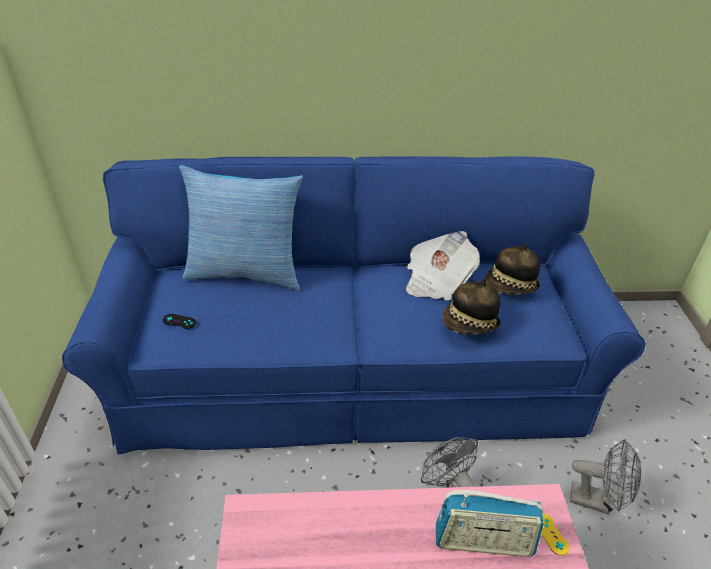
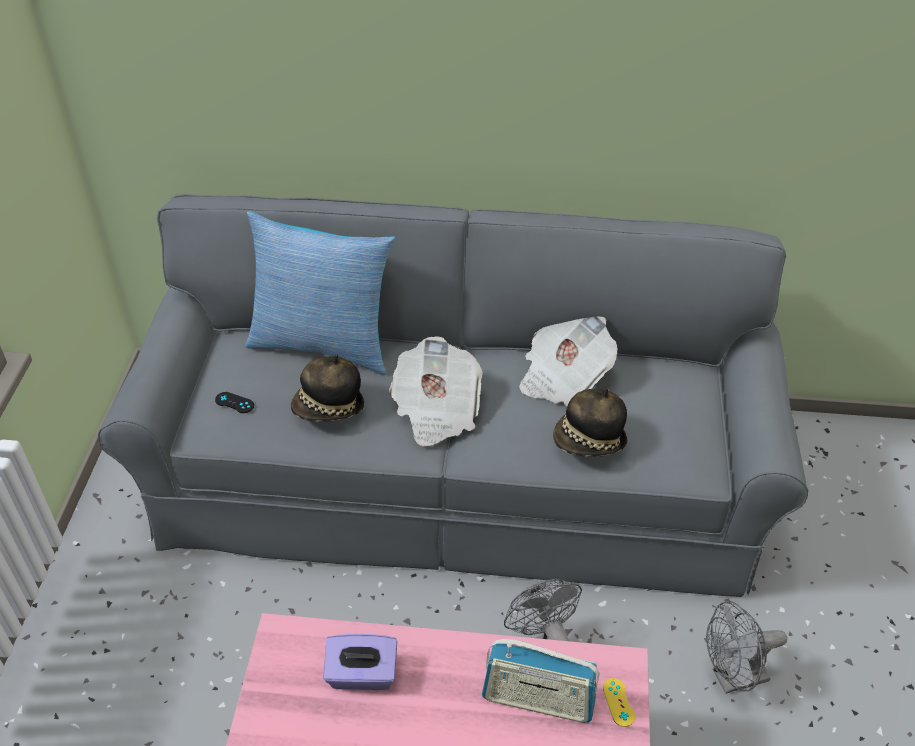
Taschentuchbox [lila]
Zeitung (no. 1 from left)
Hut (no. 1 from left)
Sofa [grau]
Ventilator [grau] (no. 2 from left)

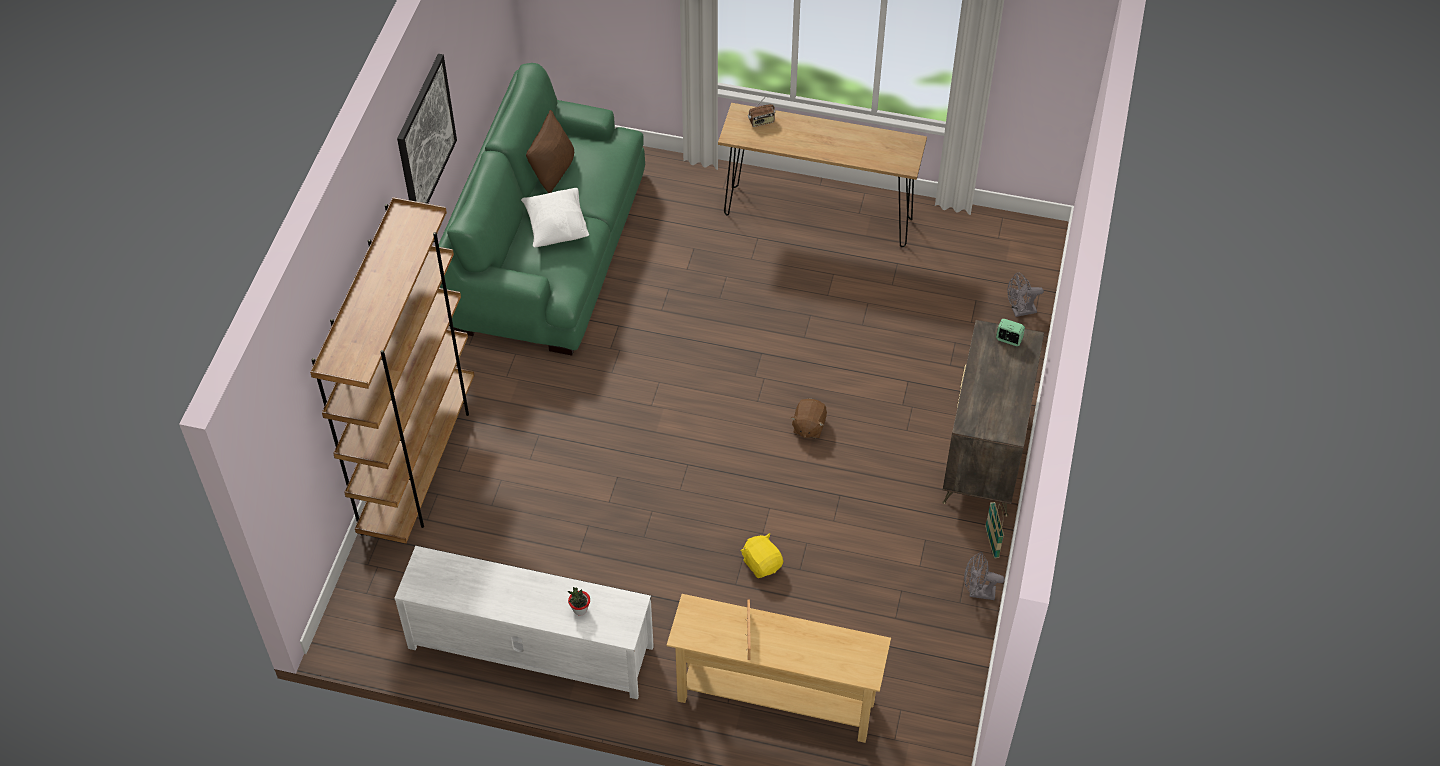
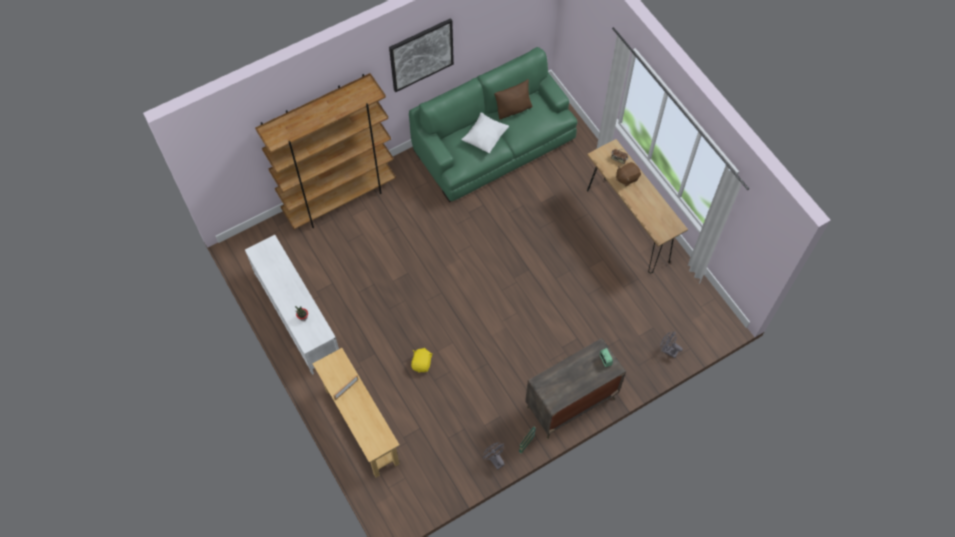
Plüschtier [braun]

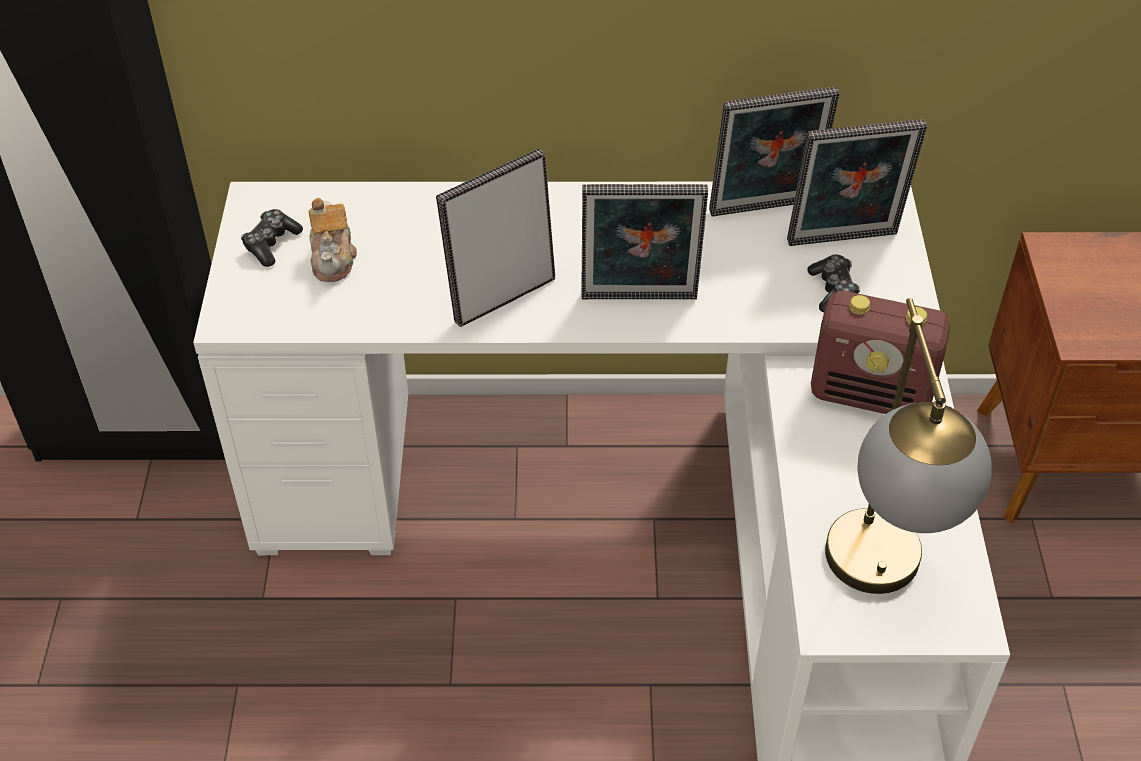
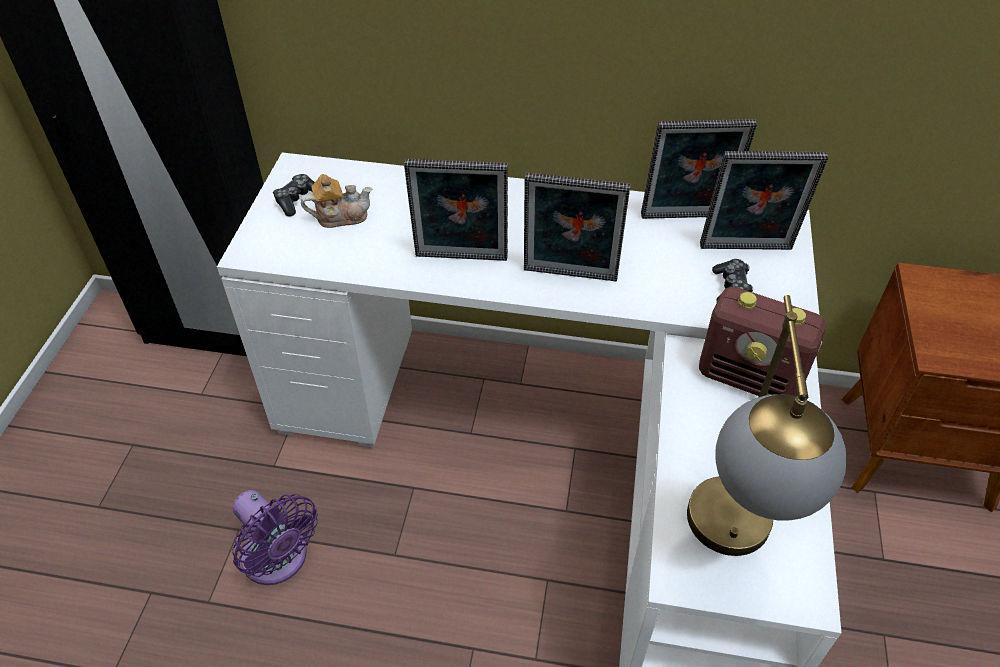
Ventilator [lila]
Teekanne
Bilderrahmen (no. 1 from left)

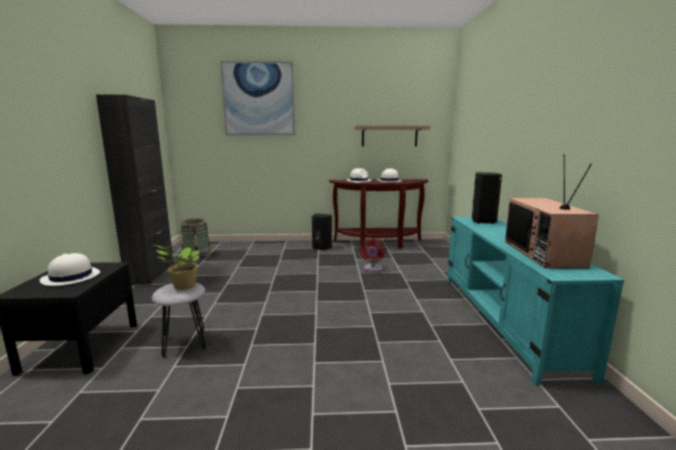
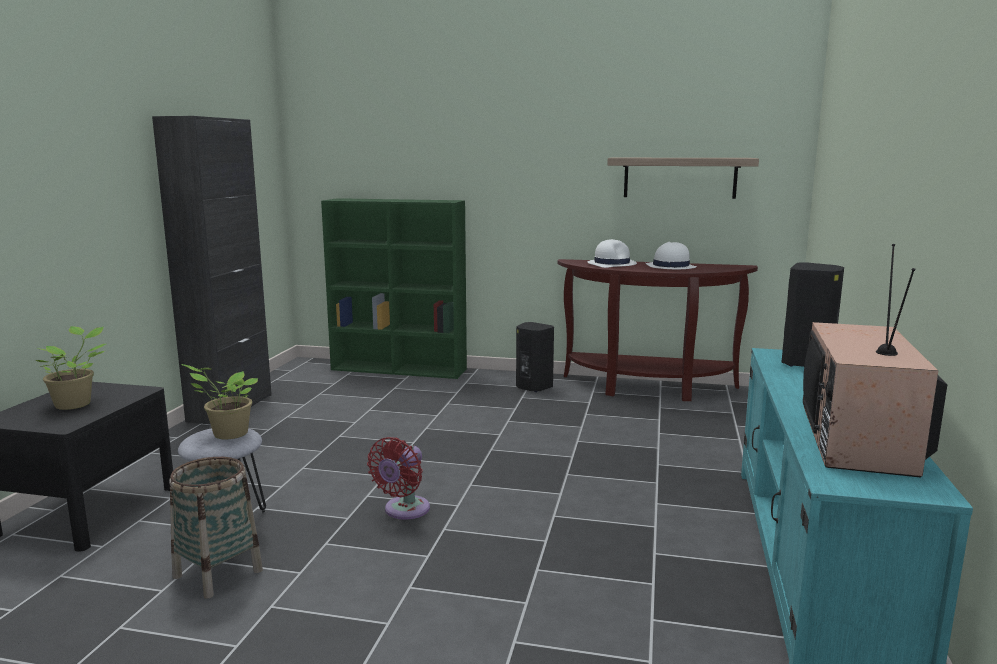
Bild
Bücherregal [grün]
Korb
Ventilator [rot]
Topfpflanze (no. 1 from left)

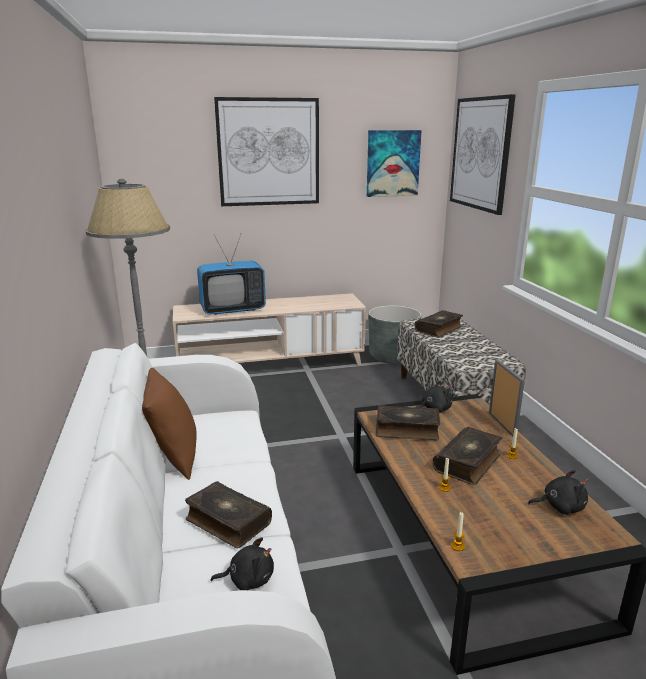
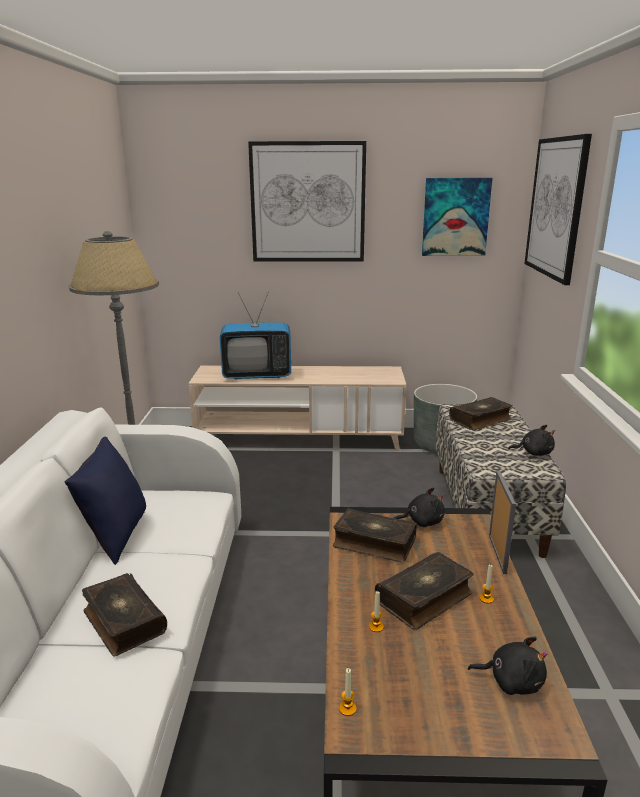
Plüschtier [schwarz] (no. 3 from left)
Kissen [blau]

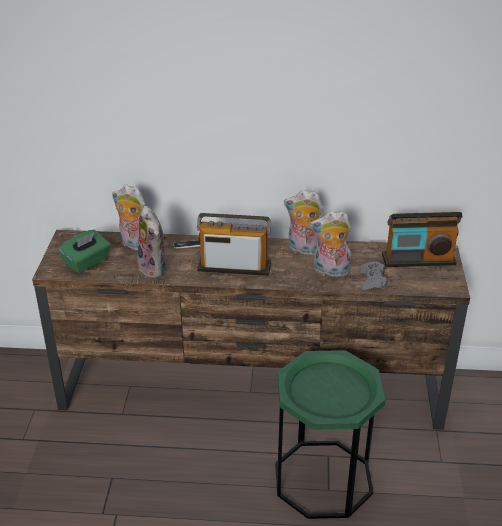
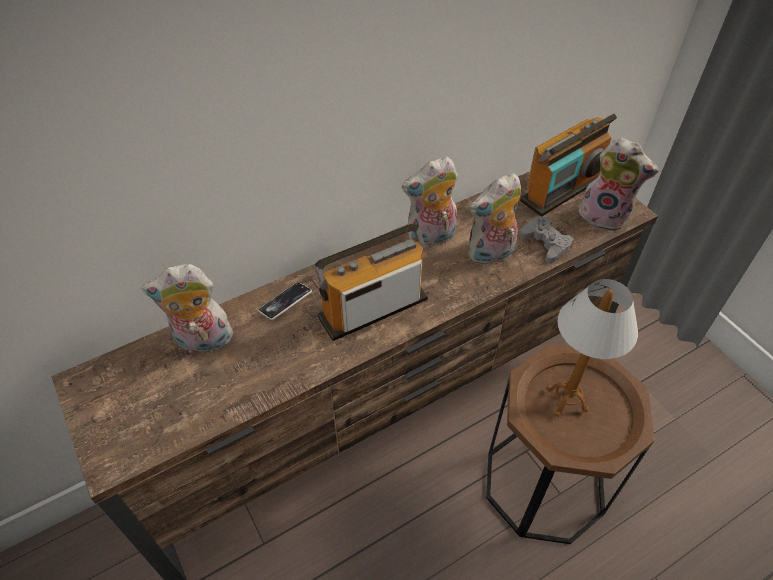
Taschentuchbox [grün]
Tischlampe
Plüschtier (no. 4 from left)
Beistelltisch [braun]

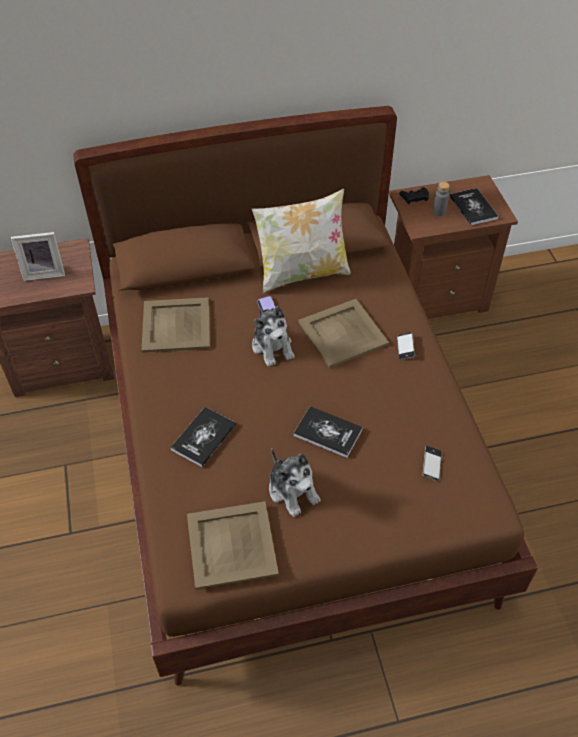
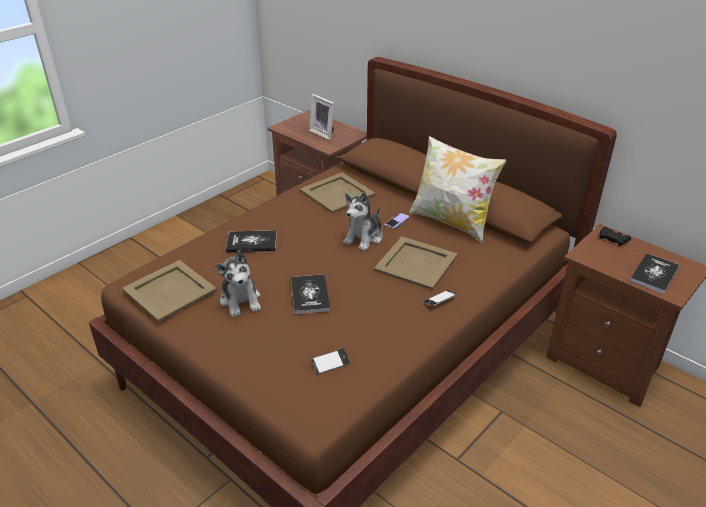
Flasche [grau]
Plüschtier (no. 1 from left)

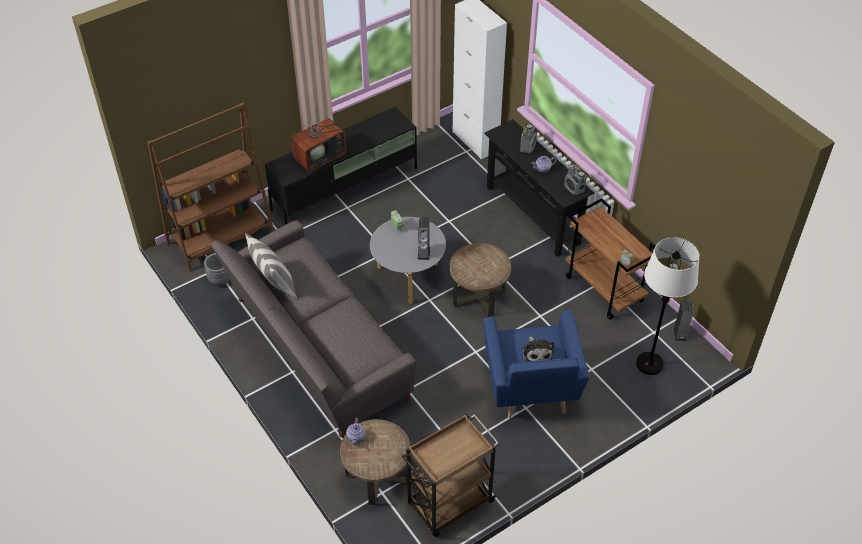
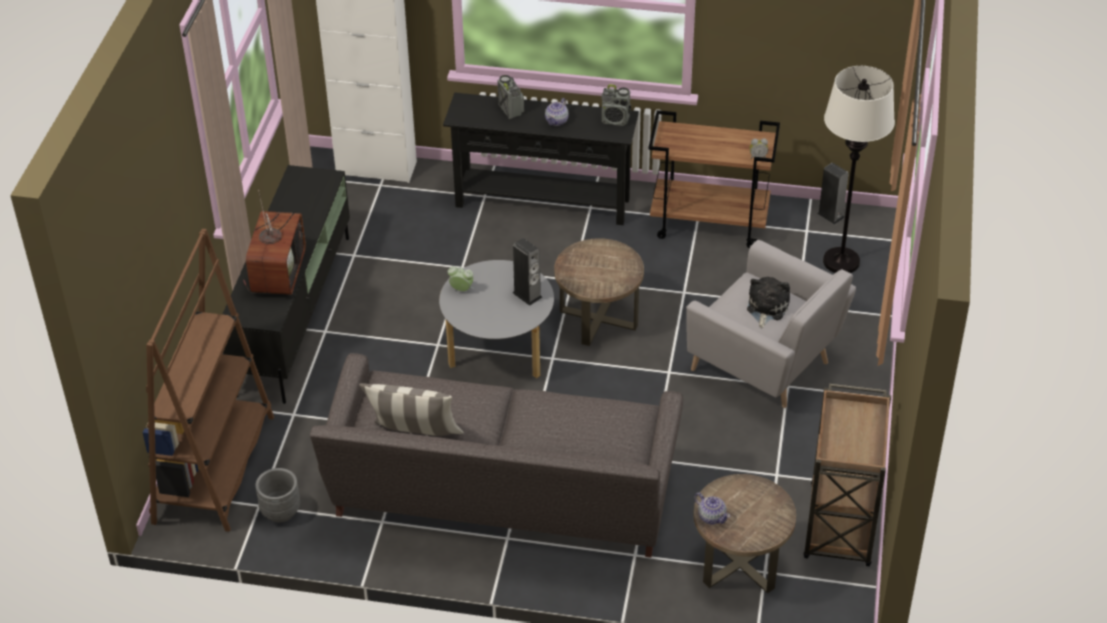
Sessel [grau]
Plüschtier

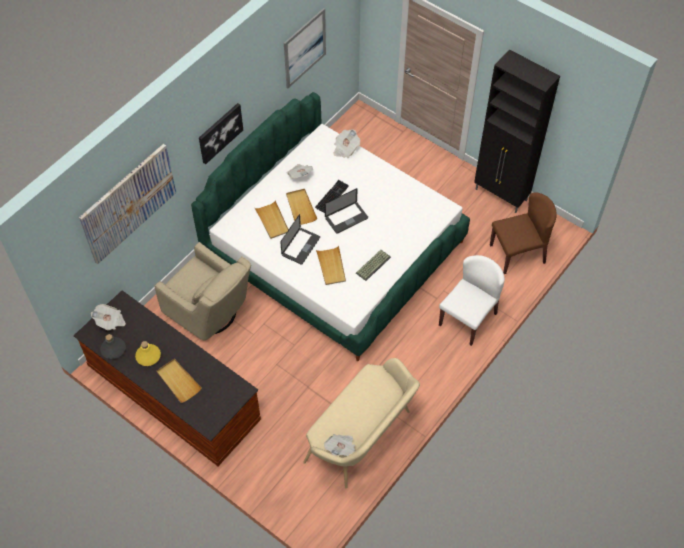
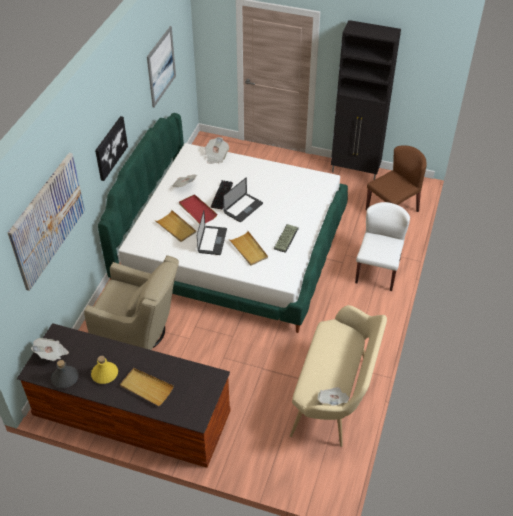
Tablett [rot]

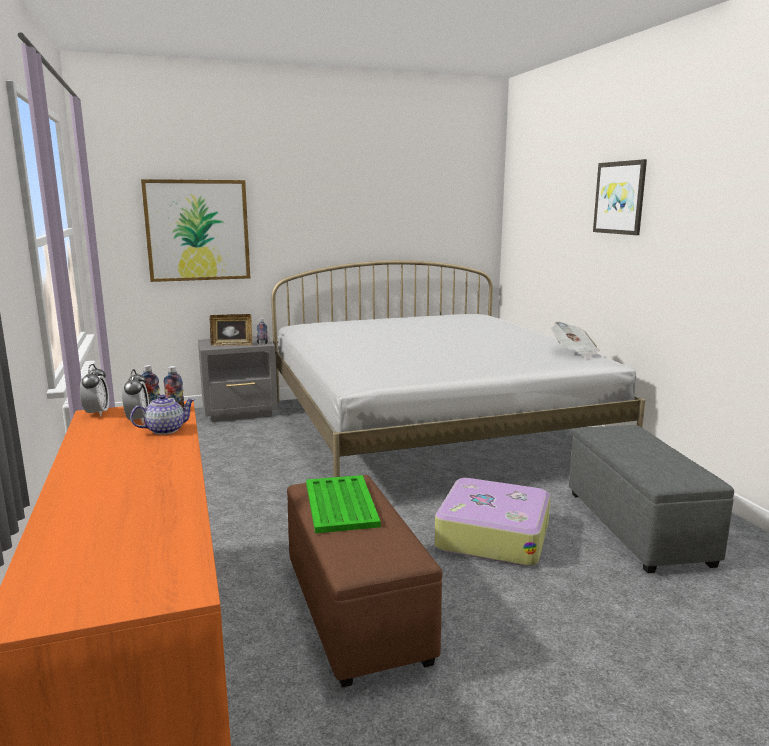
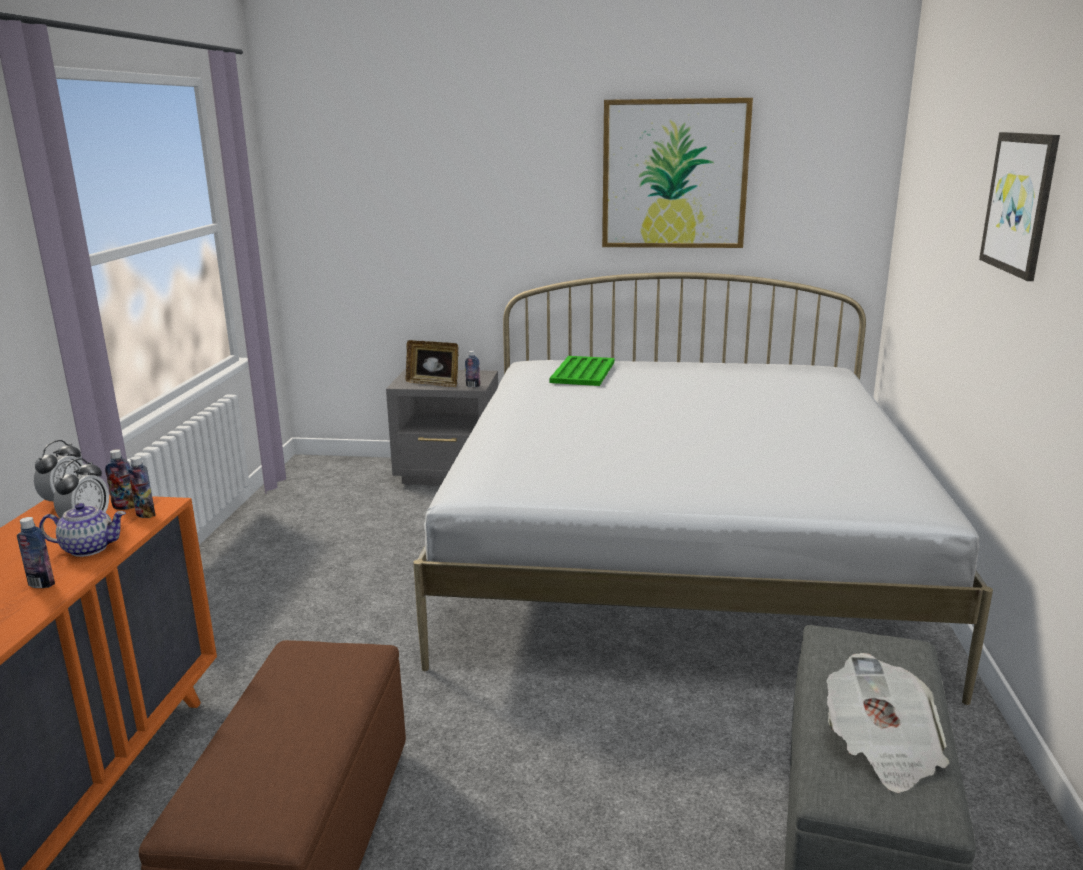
Koffer
Flasche (no. 1 from left)
Bild (no. 1 from left)
Tablett [grün]
Zeitung

